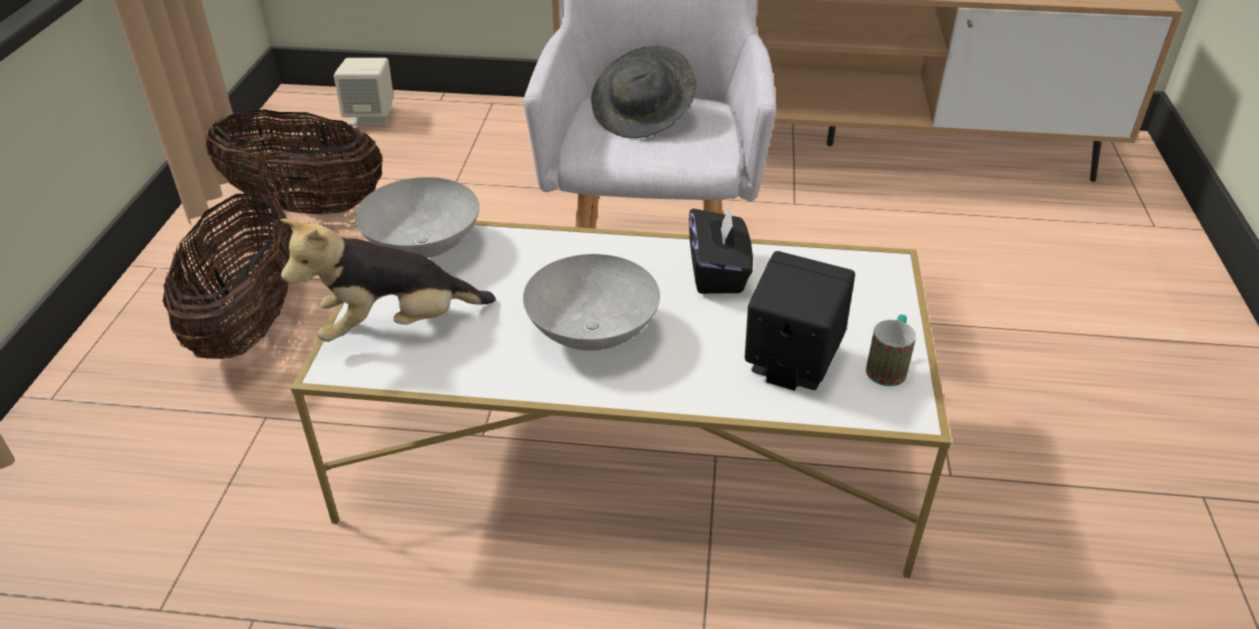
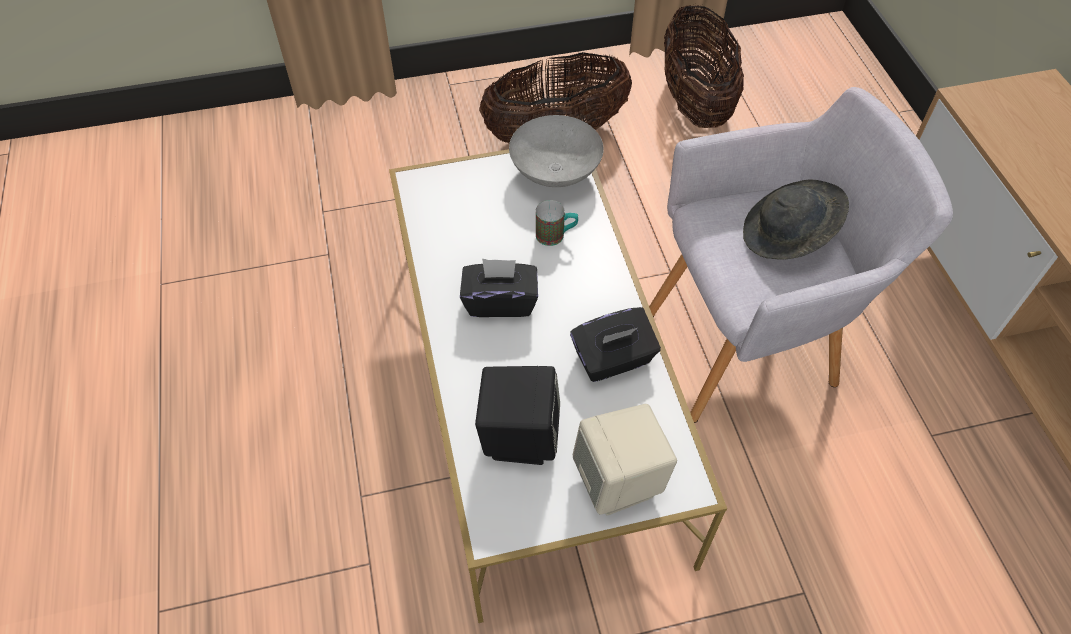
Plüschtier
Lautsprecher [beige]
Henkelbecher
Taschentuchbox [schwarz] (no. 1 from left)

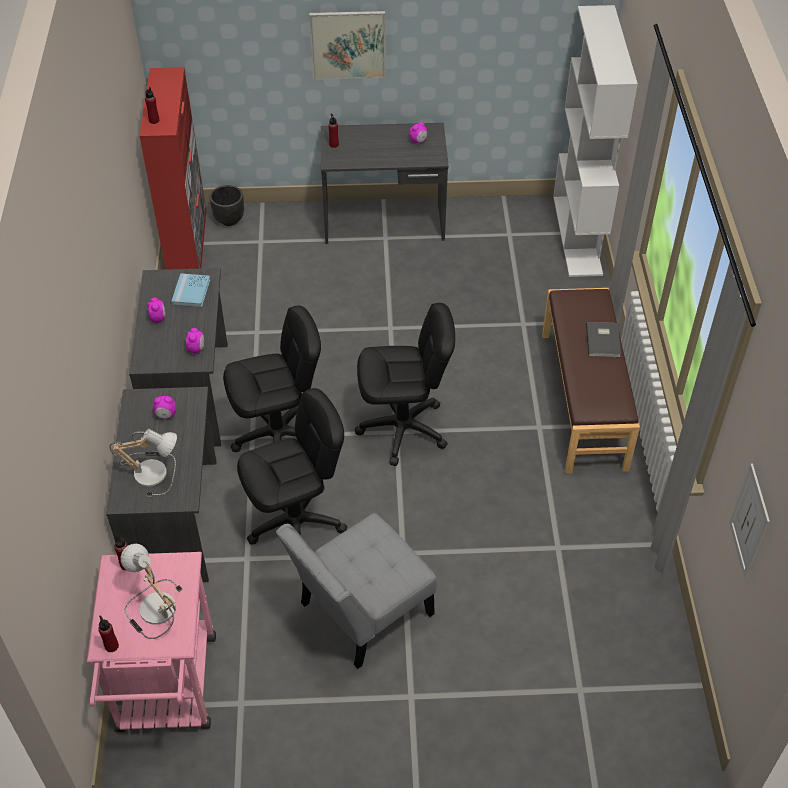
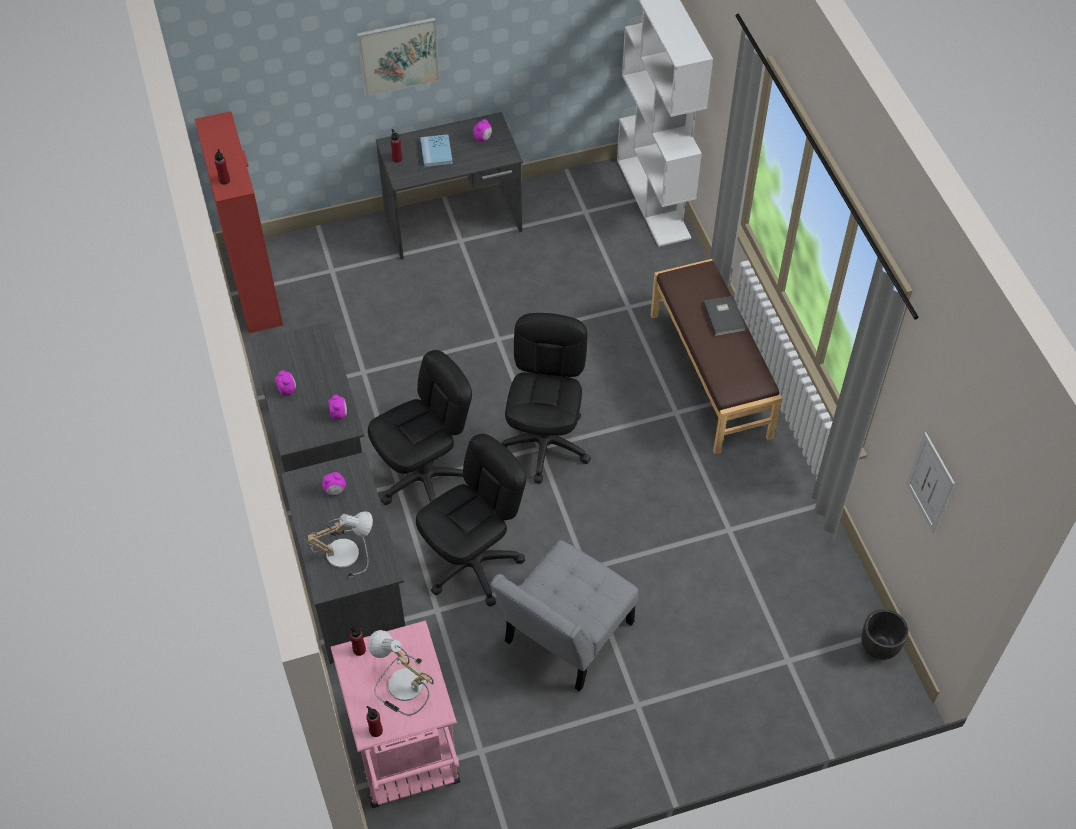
Buch [blau]
Pflanzkübel [schwarz]
Bürostuhl [schwarz] (no. 3 from left)

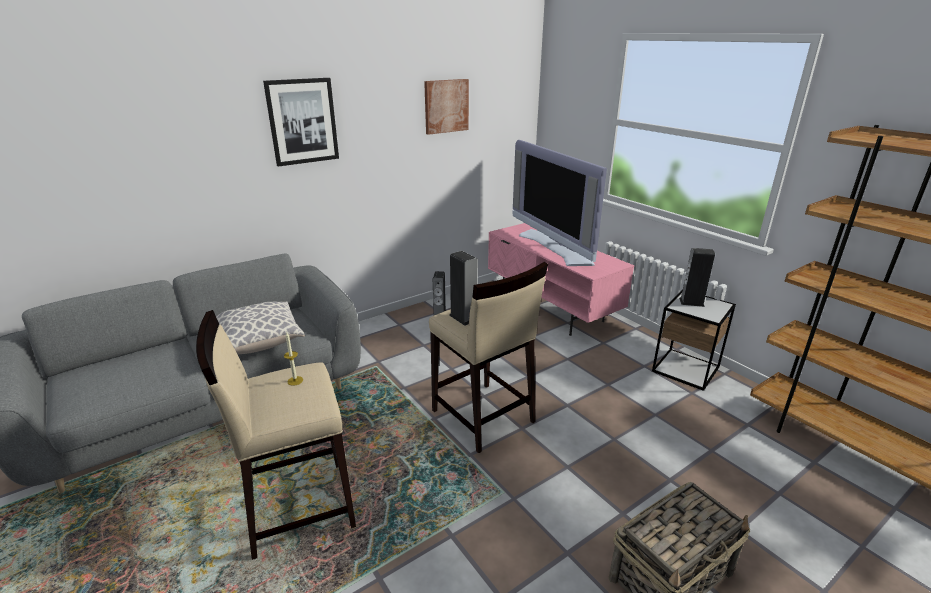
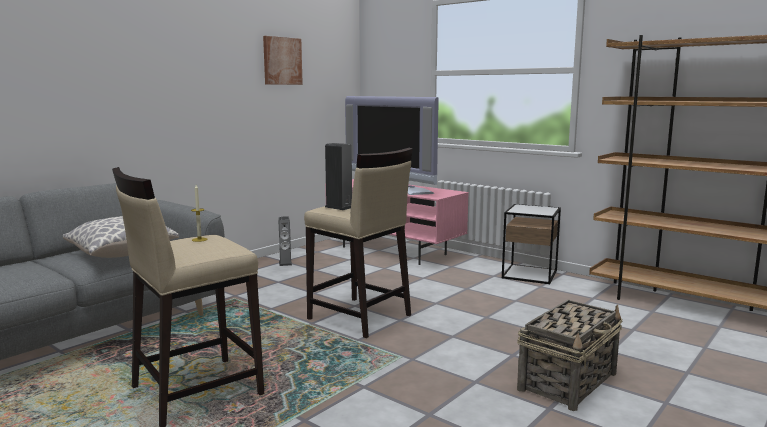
Bild (no. 1 from left in the first image)
Lautsprecher (no. 3 from left in the first image)

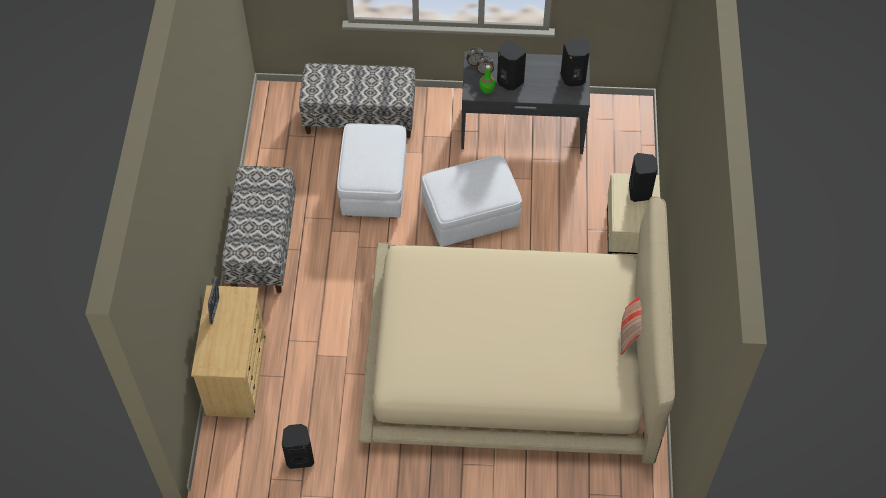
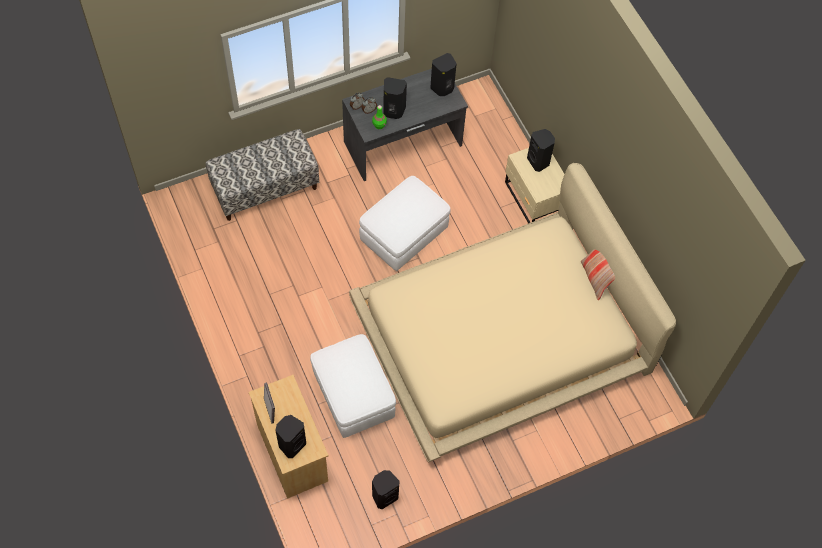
Bank (no. 1 from left in the first image)
Lautsprecher [schwarz] (no. 1 from left)
Polsterhocker [weiß] (no. 1 from left)

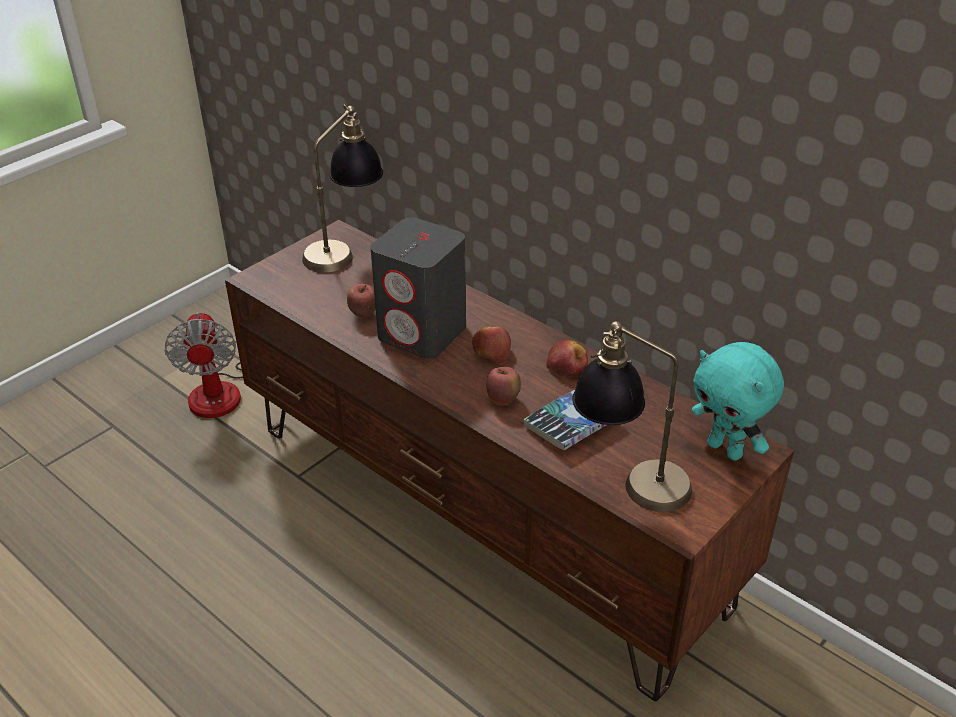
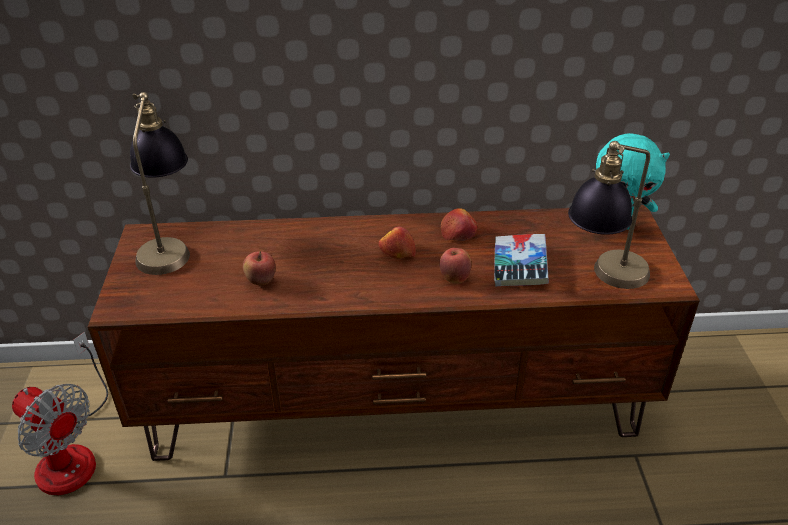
Lautsprecher [grau]

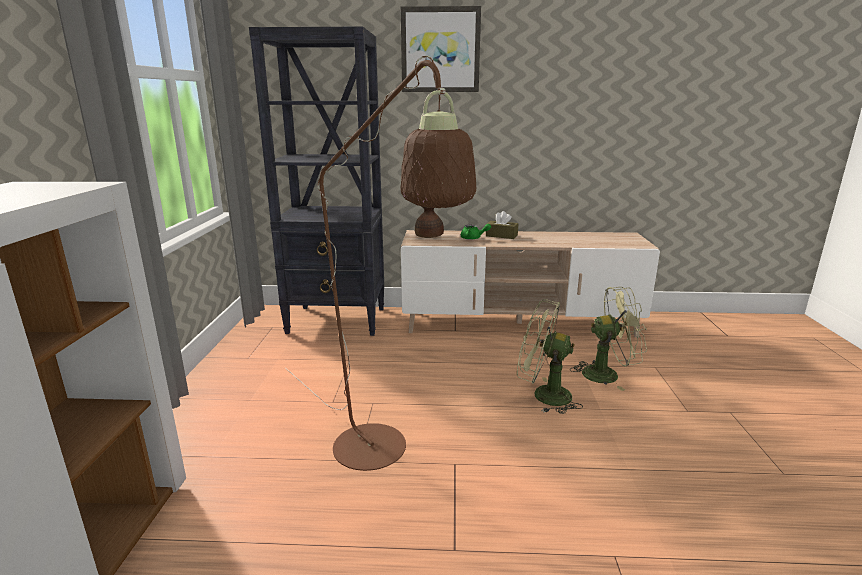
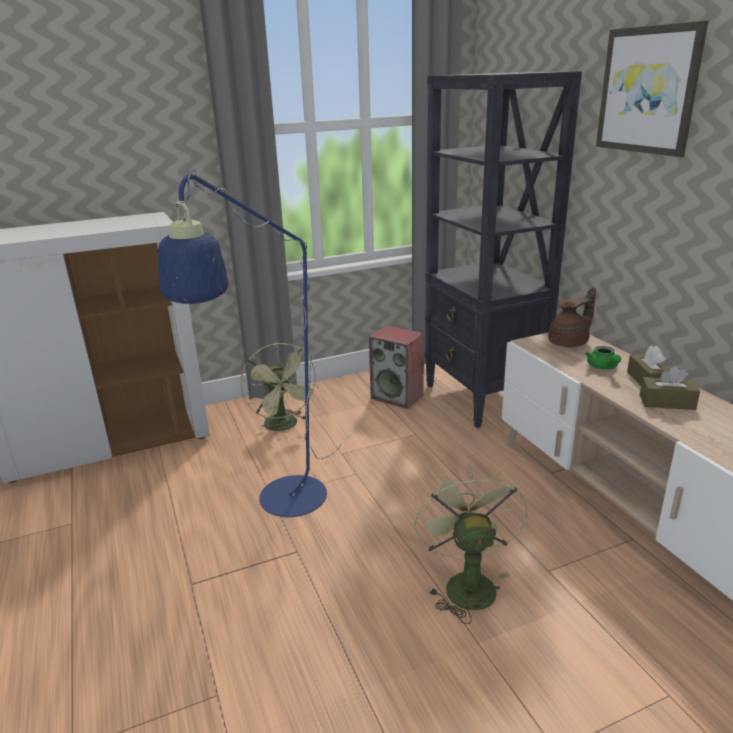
Lautsprecher
Taschentuchbox [braun] (no. 2 from left)
Ventilator [grün] (no. 1 from left)
Stehlampe [blau]

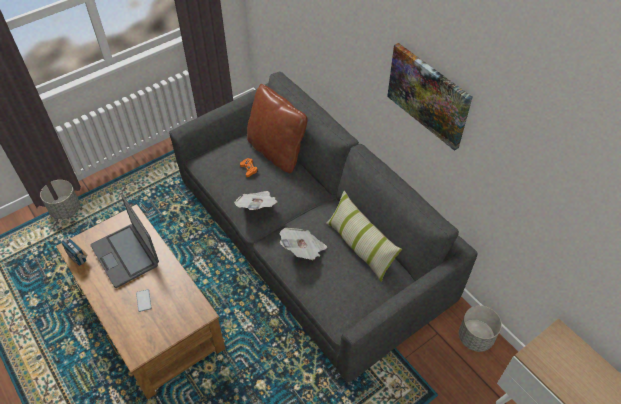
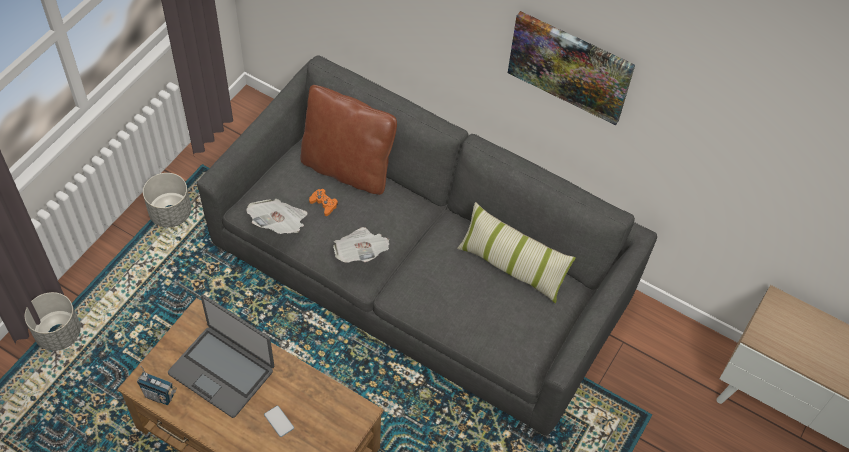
Zeitung (no. 1 from left)
Pflanzkübel [grau] (no. 2 from left)

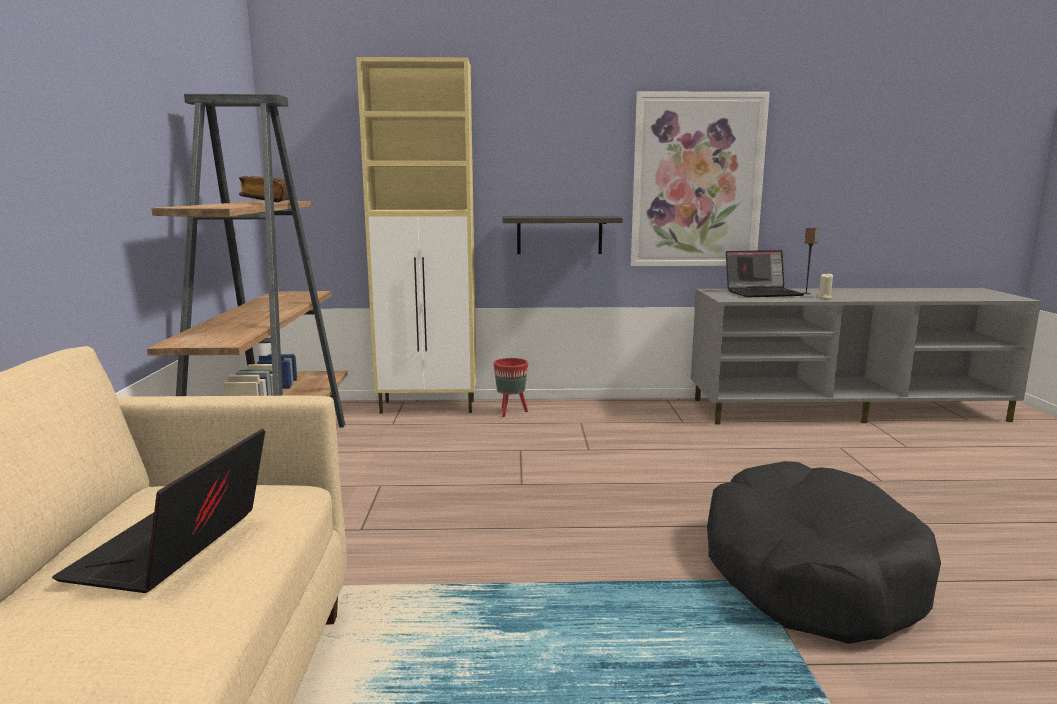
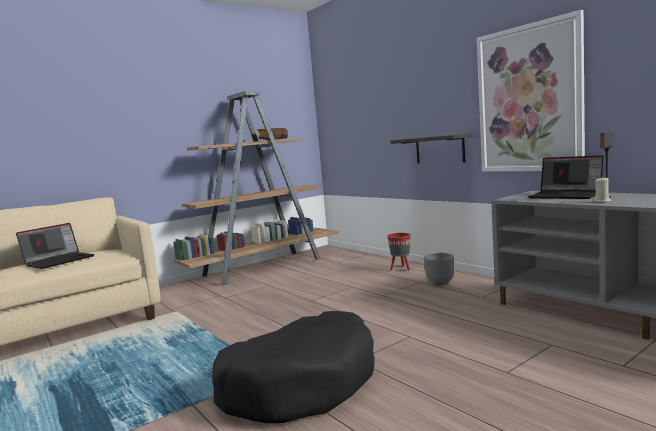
Schrank [beige]
Pflanzkübel [grau]
Laptop (no. 1 from left)

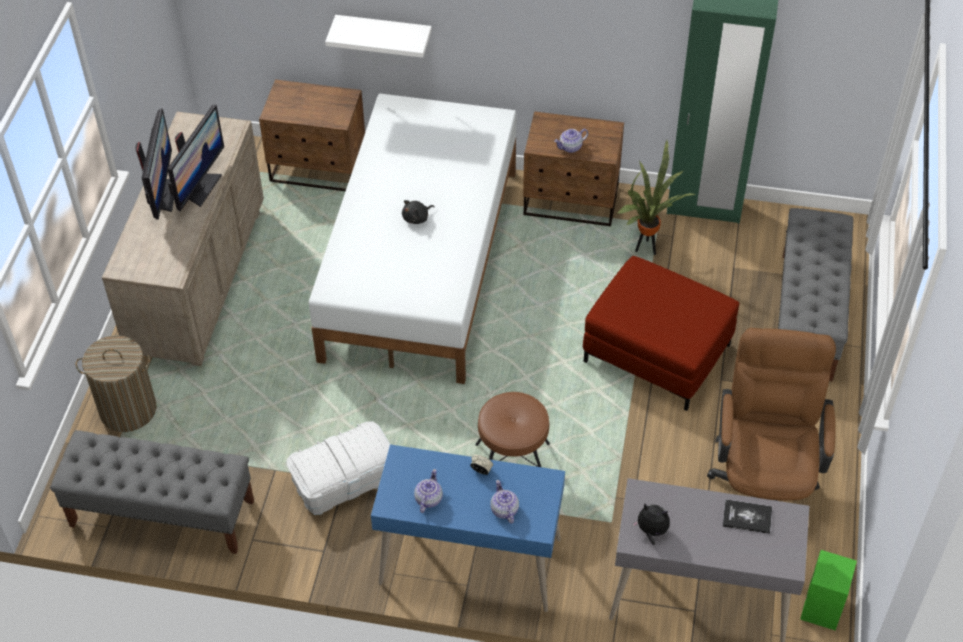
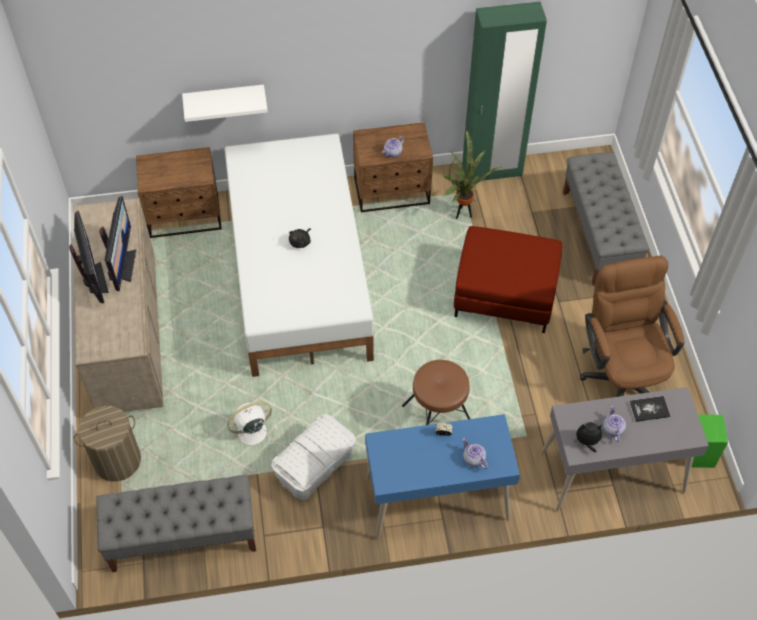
Ventilator [weiß]
Teekanne (no. 3 from left)

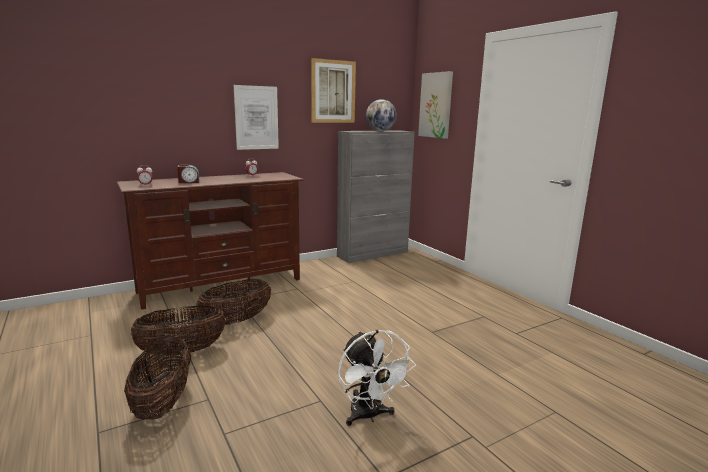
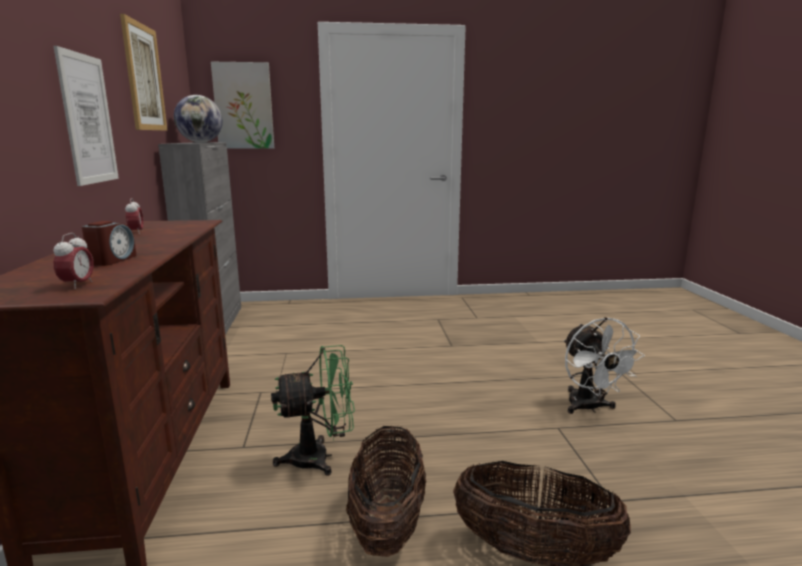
Ventilator [grün]
Ventilator [weiß]

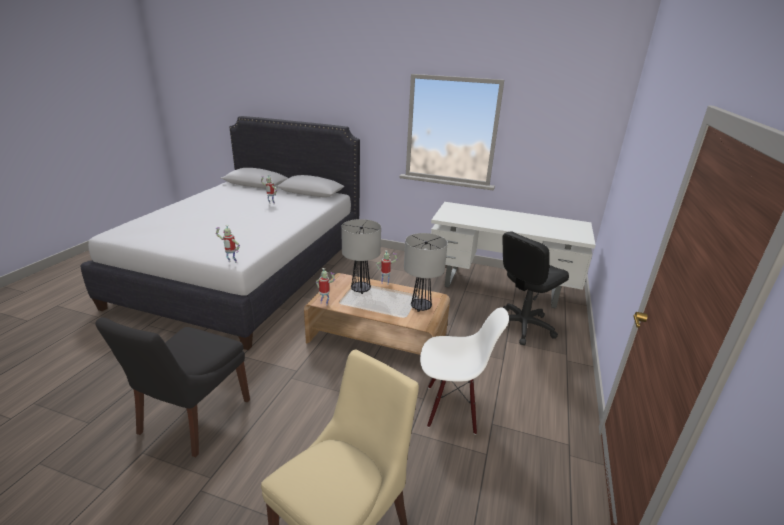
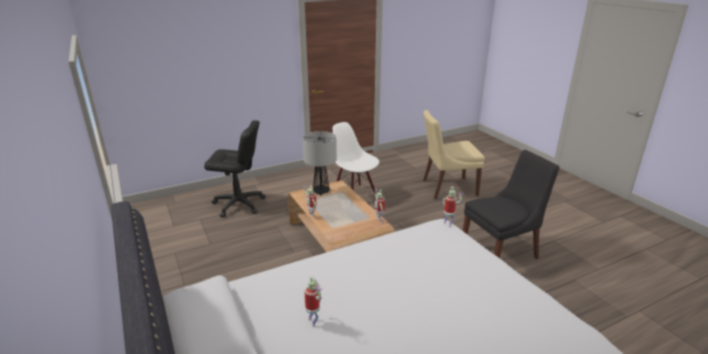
Tischlampe (no. 1 from left in the first image)
Schreibtisch [weiß]

